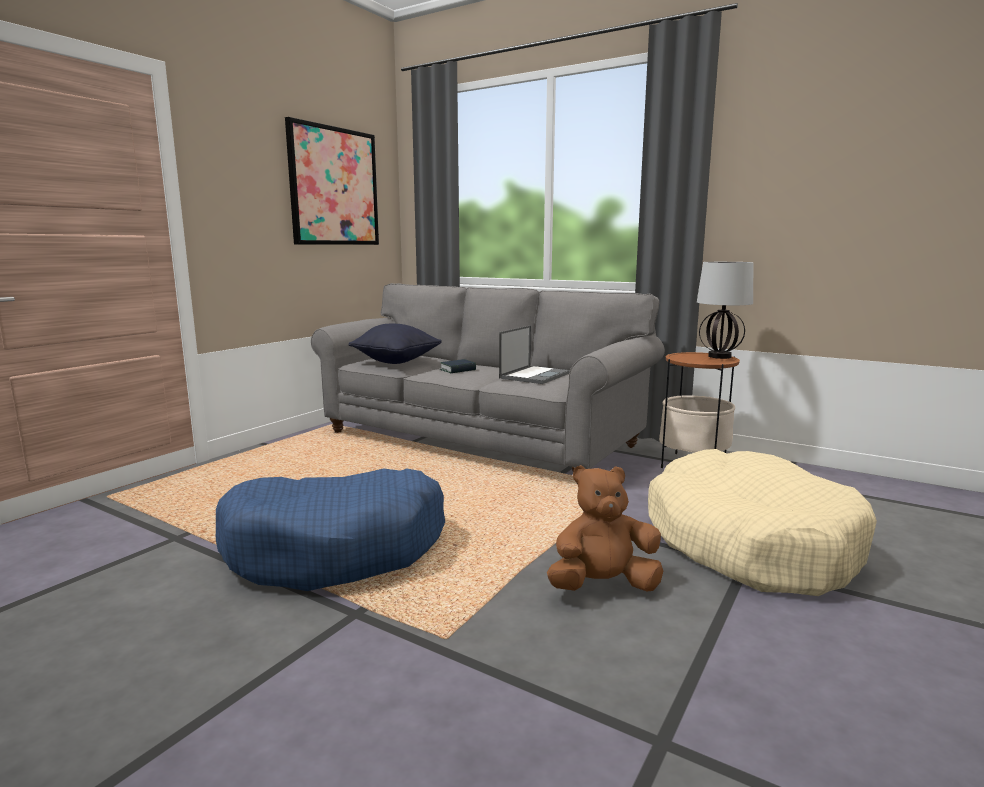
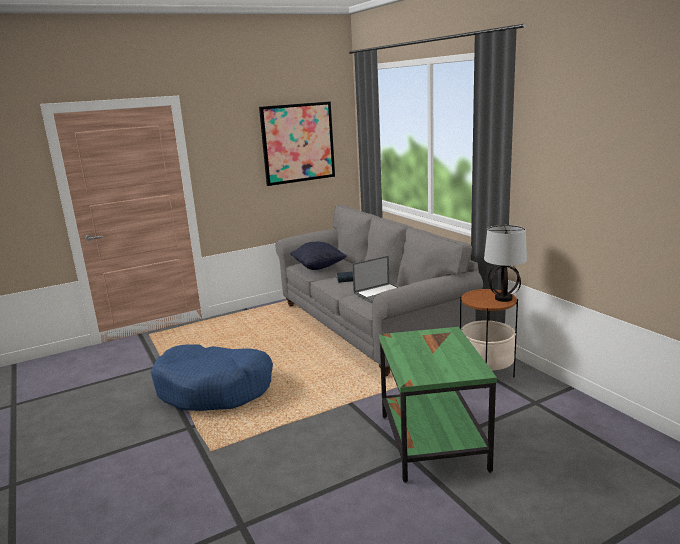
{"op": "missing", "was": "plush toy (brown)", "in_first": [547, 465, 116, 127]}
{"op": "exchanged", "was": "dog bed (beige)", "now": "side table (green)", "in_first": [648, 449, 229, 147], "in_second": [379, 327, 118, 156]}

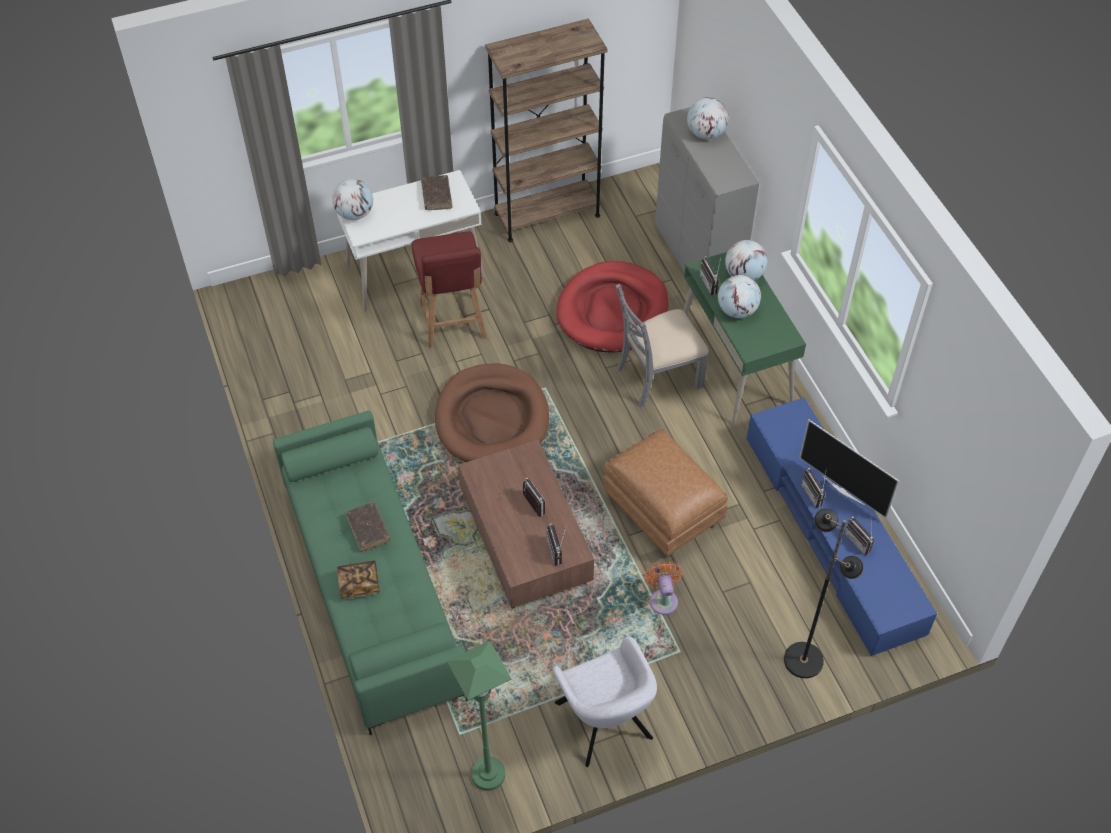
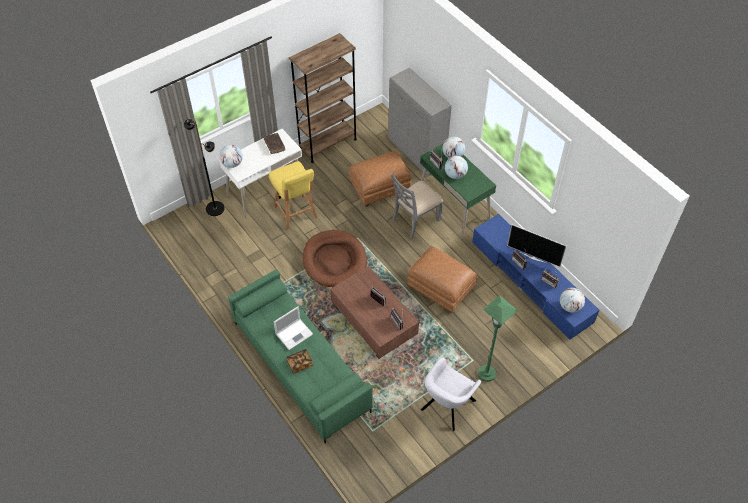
{"op": "exchanged", "was": "book (brown)", "now": "laptop", "in_first": [346, 502, 44, 50], "in_second": [274, 306, 39, 44]}
{"op": "colour", "was": "chair (red)", "now": "chair (yellow)", "in_first": [412, 232, 75, 116], "in_second": [269, 161, 48, 69]}
{"op": "relocated", "was": "floor lamp (green)", "in_first": [447, 641, 65, 150], "in_second": [478, 296, 40, 86]}
{"op": "spun", "was": "armchair (grey)", "in_first": [553, 636, 104, 131], "in_second": [421, 358, 60, 73], "clockwise": 75}
{"op": "exchanged", "was": "dog bed (red)", "now": "ottoman (brown)", "in_first": [556, 261, 113, 91], "in_second": [349, 151, 63, 56]}
{"op": "missing", "was": "fan (orange)", "in_first": [644, 561, 39, 54]}
{"op": "relocated", "was": "globe", "in_first": [687, 97, 42, 42], "in_second": [560, 288, 25, 25]}
{"op": "relocated", "was": "floor lamp (black)", "in_first": [784, 508, 80, 170], "in_second": [184, 119, 41, 97]}

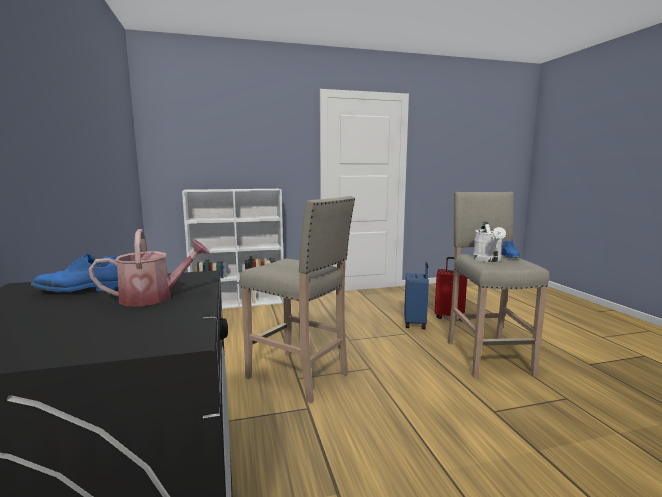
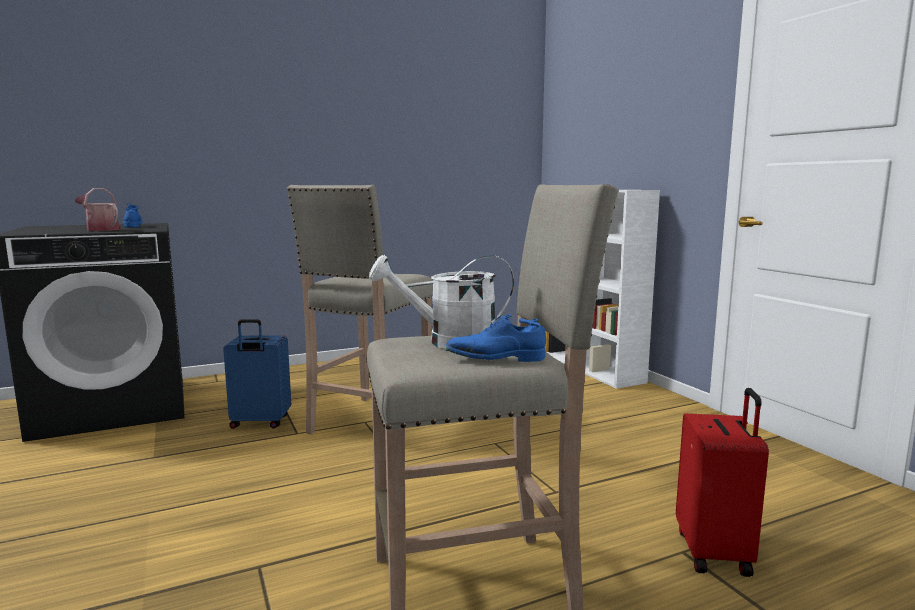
{"op": "spun", "was": "watering can", "in_first": [89, 229, 121, 77], "in_second": [75, 188, 45, 43], "clockwise": 150}
{"op": "relocated", "was": "suitcase (blue)", "in_first": [404, 262, 25, 67], "in_second": [223, 319, 68, 110]}

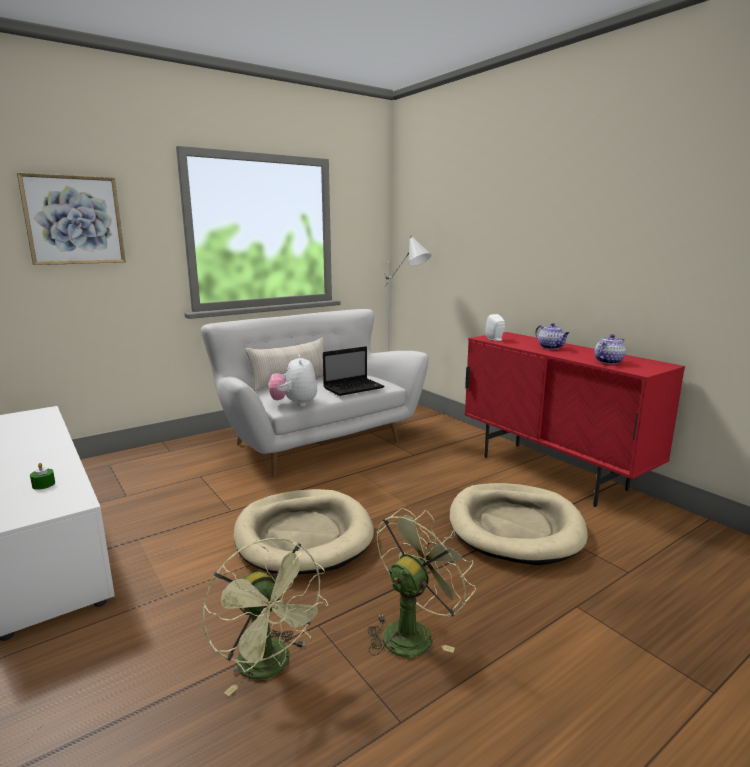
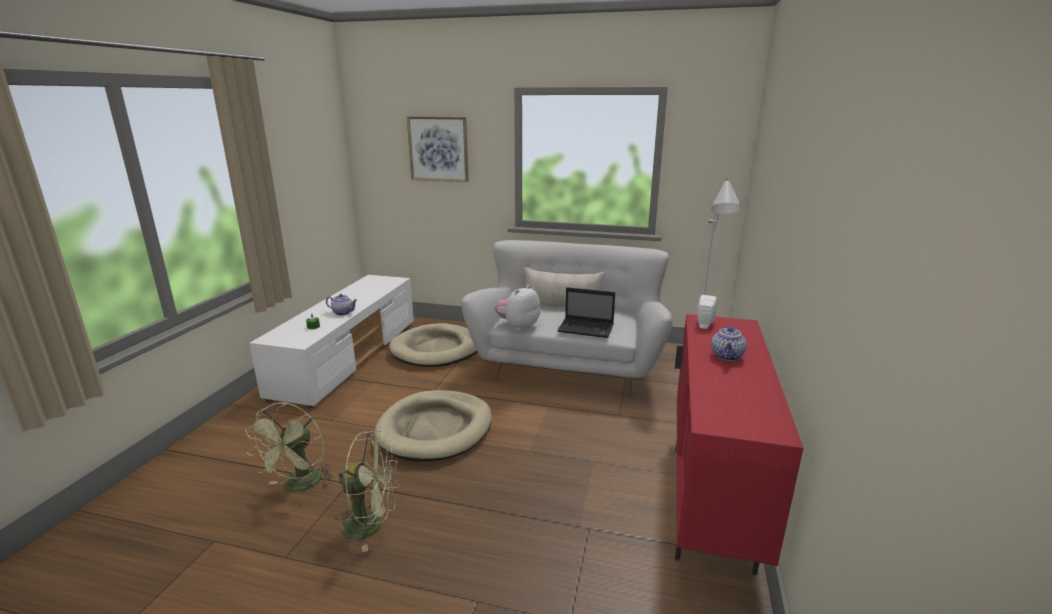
{"op": "relocated", "was": "dog bed (beige)", "in_first": [449, 483, 139, 82], "in_second": [389, 323, 88, 44]}
{"op": "relocated", "was": "teapot", "in_first": [594, 334, 32, 30], "in_second": [326, 294, 31, 21]}

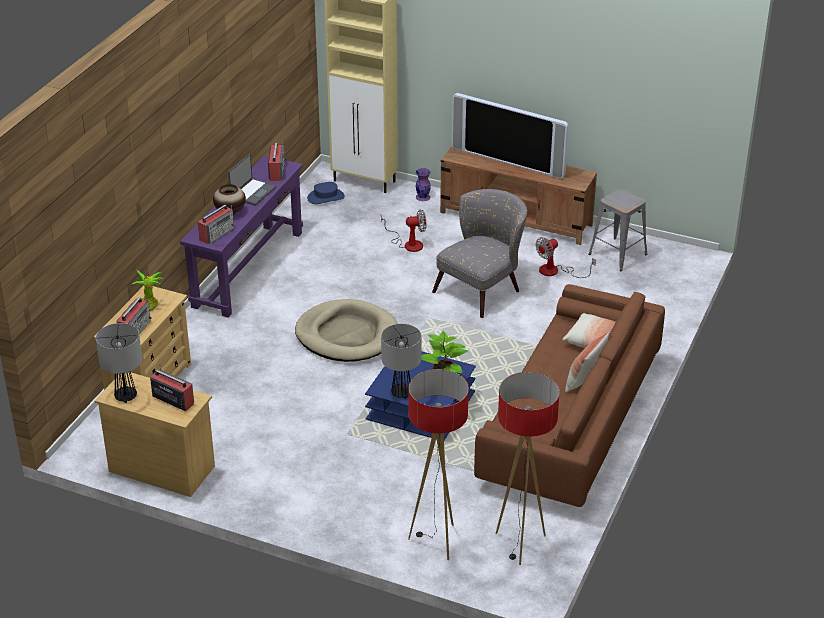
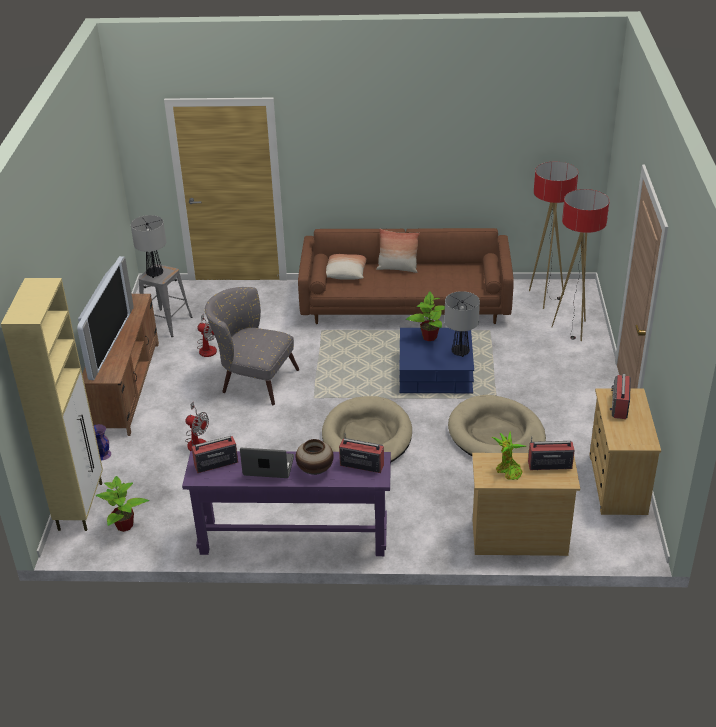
{"op": "relocated", "was": "table lamp", "in_first": [96, 323, 46, 80], "in_second": [131, 215, 35, 63]}
{"op": "exchanged", "was": "hat (blue)", "now": "potted plant", "in_first": [307, 182, 38, 22], "in_second": [96, 476, 53, 56]}
{"op": "spun", "was": "fan", "in_first": [381, 209, 45, 43], "in_second": [185, 401, 24, 50], "clockwise": 150}
{"op": "appeared", "now": "dog bed (beige)", "in_second": [448, 395, 98, 61]}

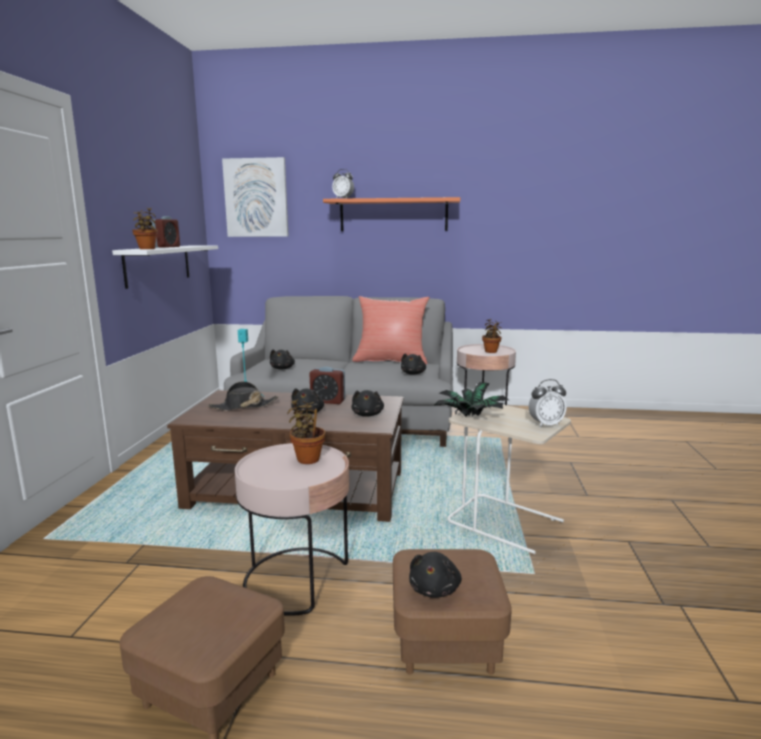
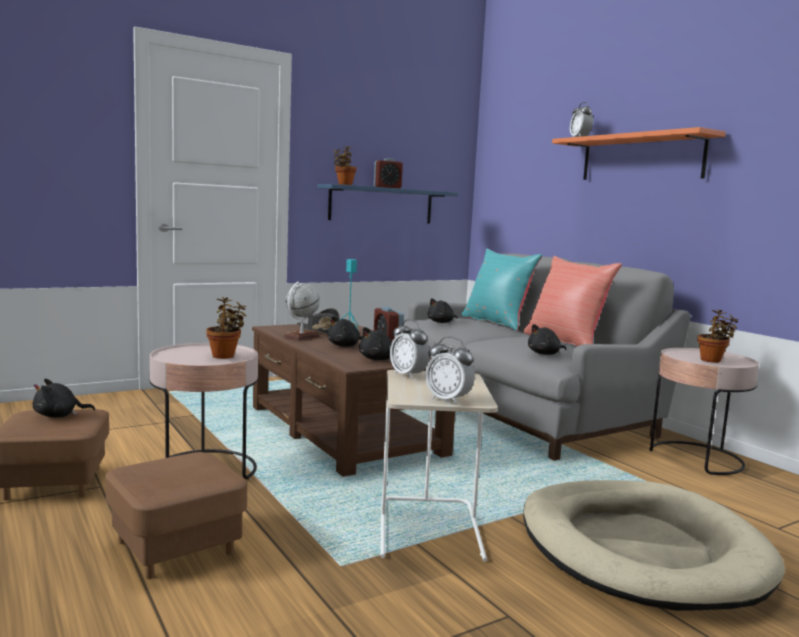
{"op": "colour", "was": "shelf (white)", "now": "shelf (blue)", "in_first": [112, 245, 106, 44], "in_second": [317, 184, 141, 40]}
{"op": "missing", "was": "picture", "in_first": [222, 157, 66, 80]}
{"op": "relocated", "was": "plush toy (black)", "in_first": [409, 552, 53, 46], "in_second": [33, 379, 62, 39]}
{"op": "exchanged", "was": "potted plant", "now": "alarm clock", "in_first": [434, 382, 75, 35], "in_second": [390, 319, 40, 60]}
{"op": "appeared", "now": "globe", "in_second": [283, 282, 37, 59]}
{"op": "appeared", "now": "pillow (turquoise)", "in_second": [461, 249, 82, 82]}
{"op": "appeared", "now": "dog bed (beige)", "in_second": [523, 480, 262, 131]}

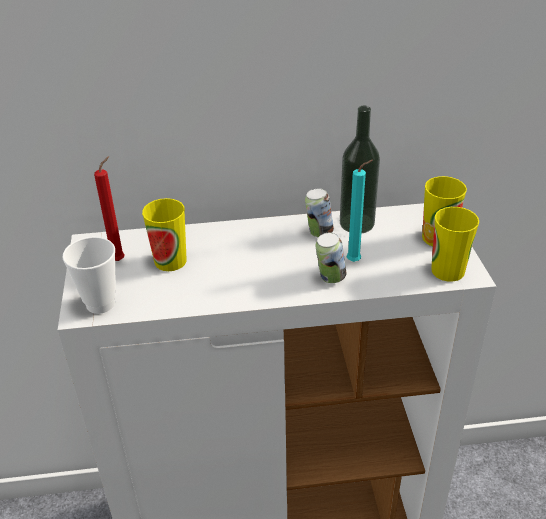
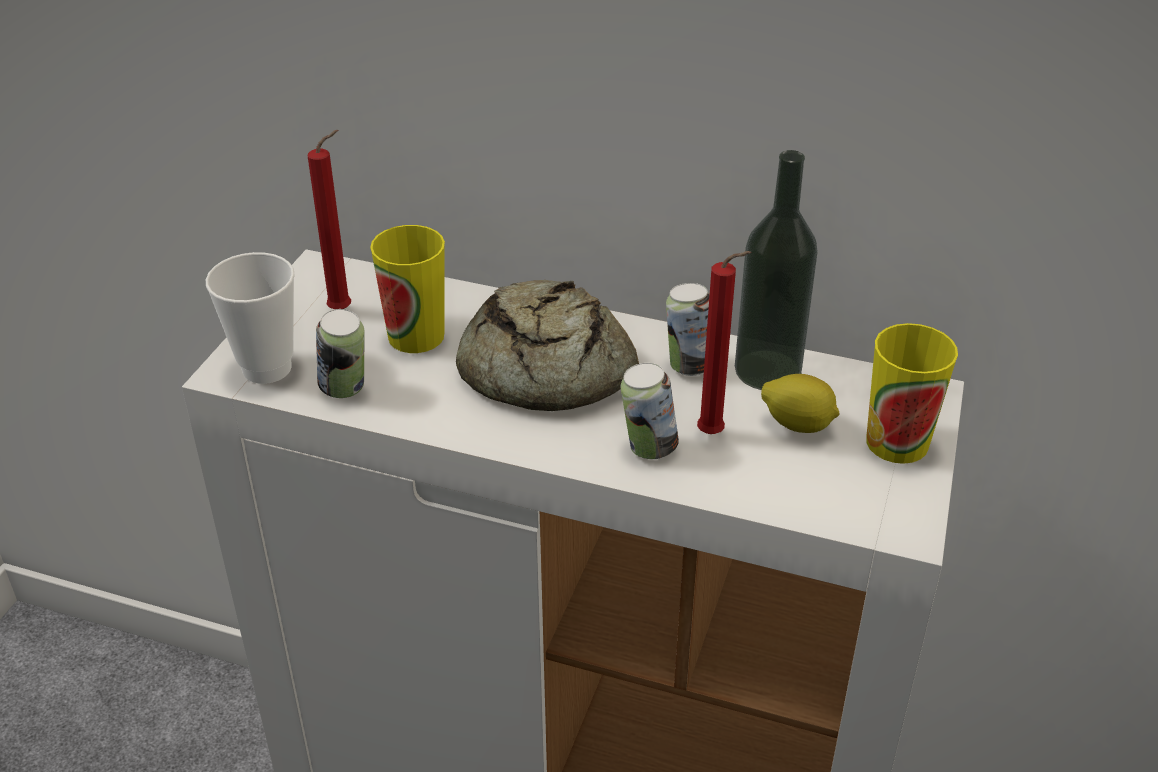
{"op": "colour", "was": "candle (turquoise)", "now": "candle (red)", "in_first": [347, 160, 26, 102], "in_second": [697, 251, 54, 183]}
{"op": "missing", "was": "cup", "in_first": [431, 207, 48, 75]}
{"op": "appeared", "now": "can", "in_second": [316, 309, 48, 89]}
{"op": "appeared", "now": "bread", "in_second": [456, 280, 183, 131]}
{"op": "appeared", "now": "lemon", "in_second": [761, 374, 79, 59]}

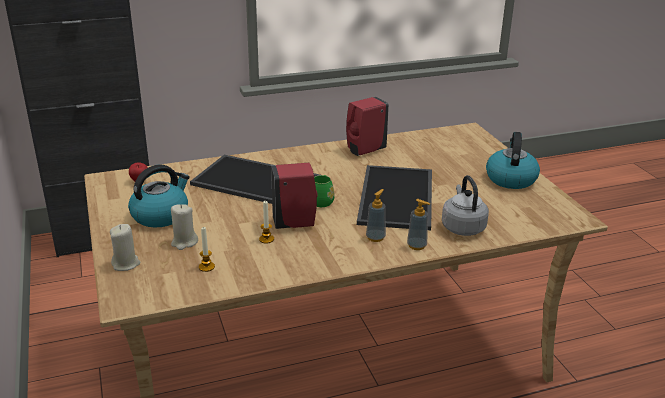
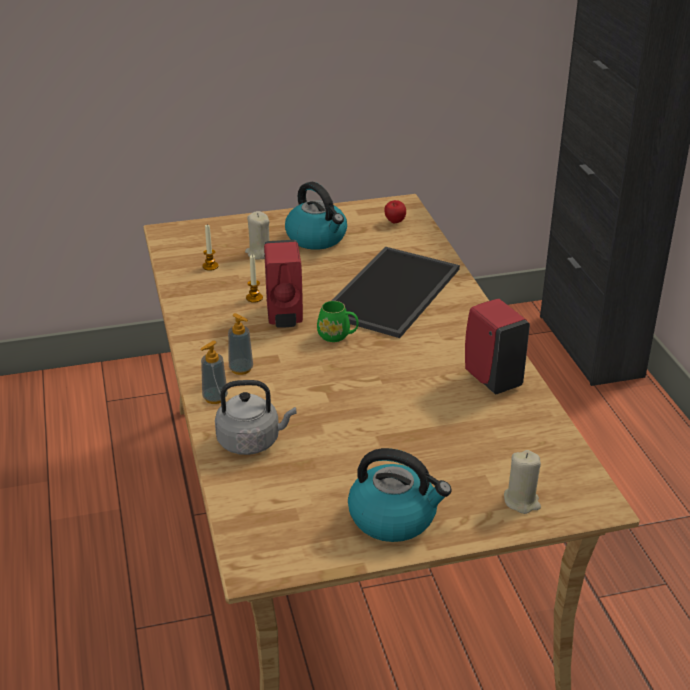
{"op": "relocated", "was": "candle (beige)", "in_first": [110, 224, 30, 47], "in_second": [504, 450, 37, 64]}
{"op": "missing", "was": "tray", "in_first": [357, 165, 75, 65]}

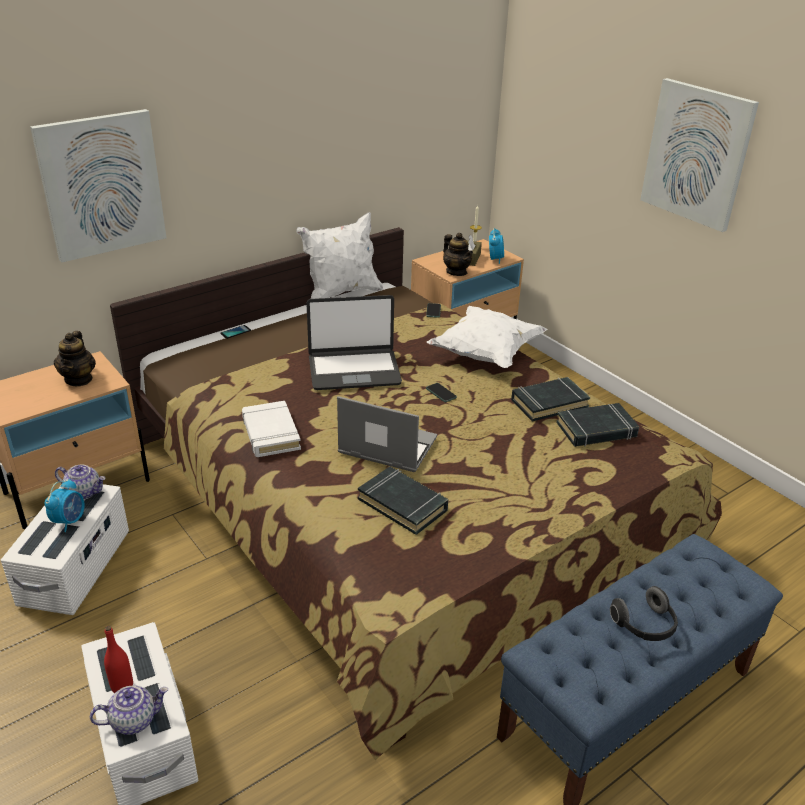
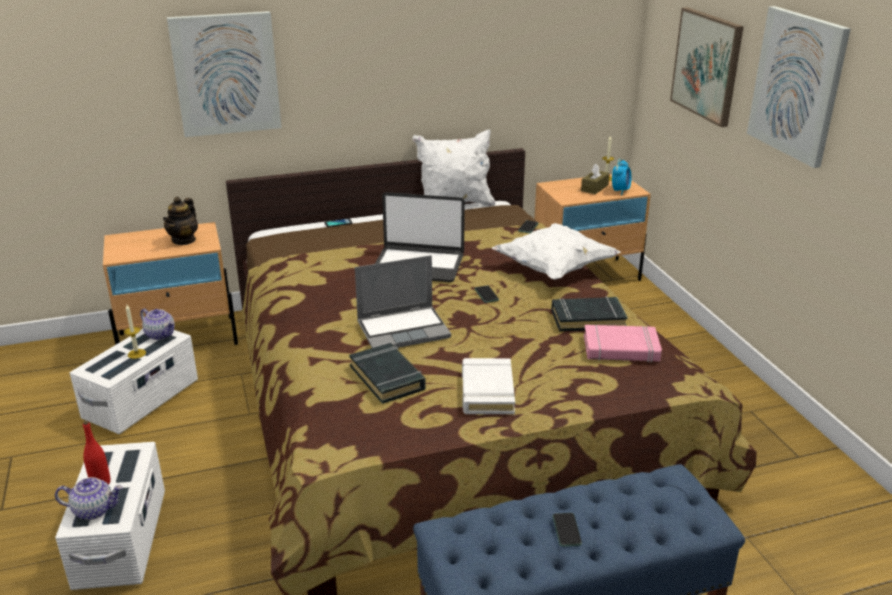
{"op": "exchanged", "was": "alarm clock", "now": "candle", "in_first": [45, 479, 40, 53], "in_second": [124, 305, 22, 54]}
{"op": "relocated", "was": "book (white)", "in_first": [242, 401, 59, 56], "in_second": [462, 358, 53, 56]}
{"op": "spun", "was": "laptop", "in_first": [337, 396, 100, 76], "in_second": [355, 255, 96, 93], "clockwise": 120}
{"op": "missing", "was": "teapot", "in_first": [443, 233, 30, 43]}
{"op": "colour", "was": "book (black)", "now": "book (pink)", "in_first": [556, 403, 83, 44], "in_second": [584, 325, 78, 38]}
{"op": "exchanged", "was": "headphones", "now": "phone", "in_first": [610, 586, 68, 55], "in_second": [552, 513, 30, 34]}
{"op": "appeared", "now": "picture", "in_second": [670, 7, 74, 120]}

